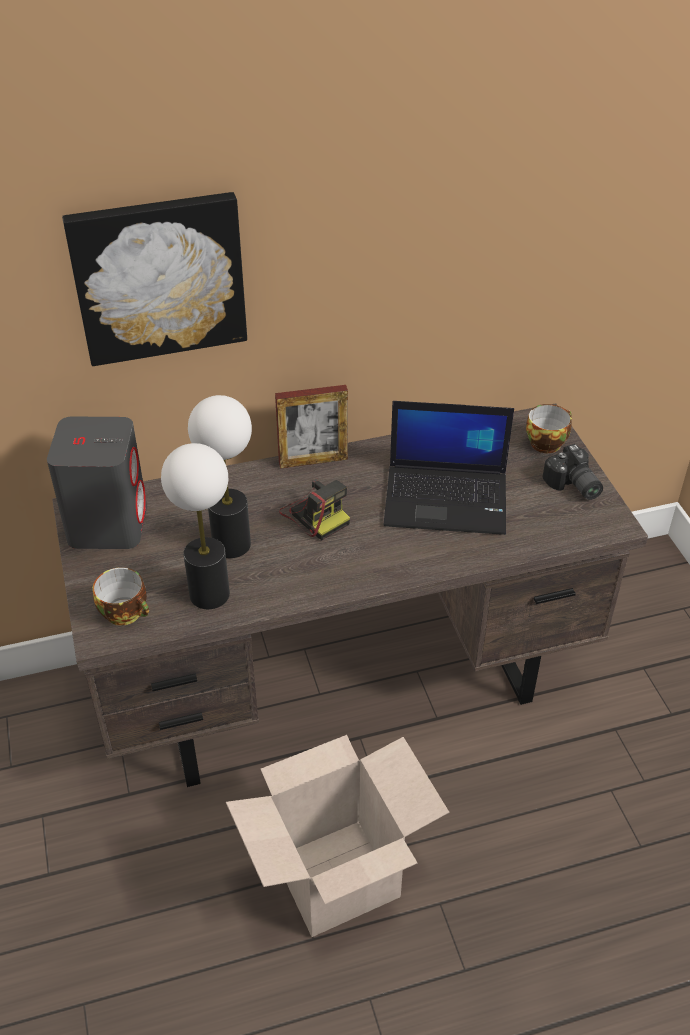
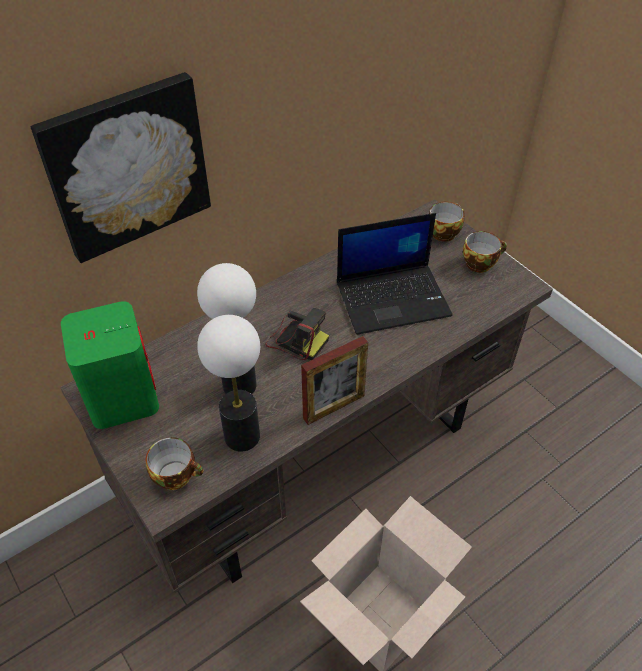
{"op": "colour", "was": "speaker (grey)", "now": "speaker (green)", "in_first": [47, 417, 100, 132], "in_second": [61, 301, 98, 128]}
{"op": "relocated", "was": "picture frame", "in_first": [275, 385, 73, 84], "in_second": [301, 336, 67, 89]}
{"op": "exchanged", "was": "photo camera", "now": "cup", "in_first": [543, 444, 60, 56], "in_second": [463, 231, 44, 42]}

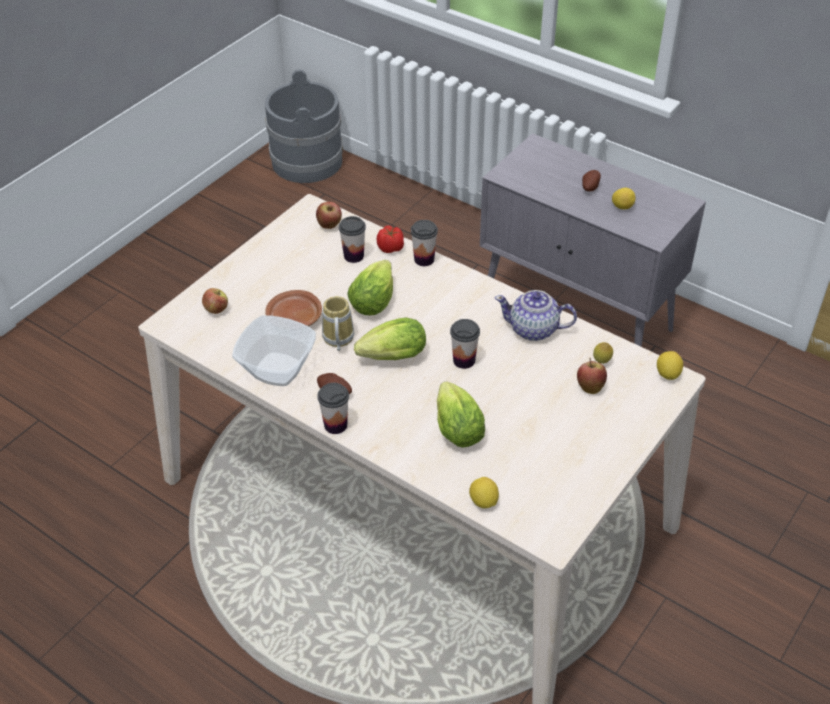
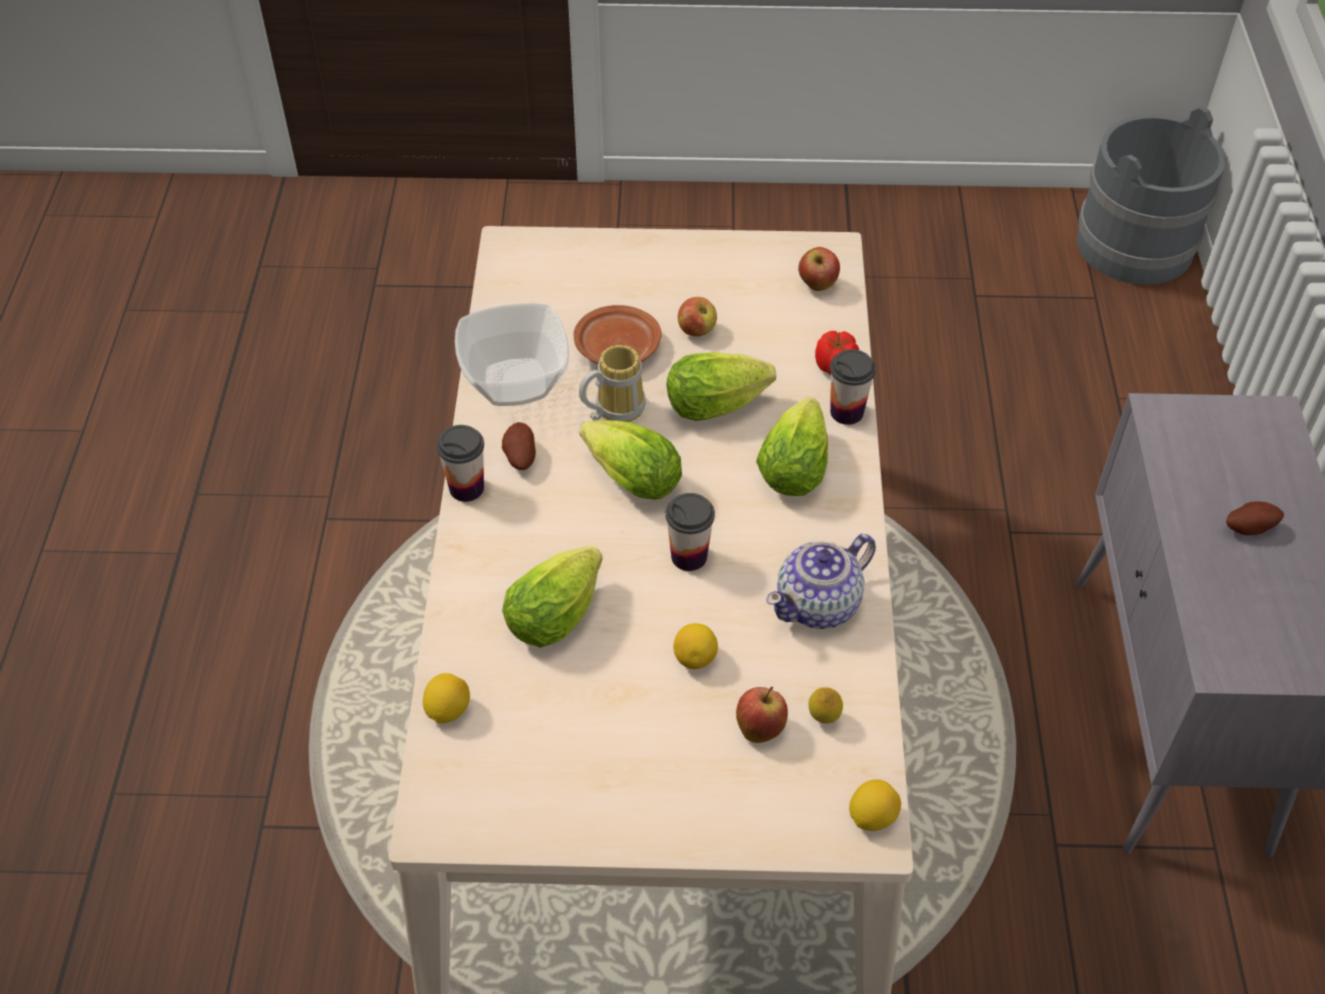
{"op": "relocated", "was": "apple", "in_first": [202, 288, 26, 26], "in_second": [678, 297, 39, 40]}
{"op": "missing", "was": "cup", "in_first": [339, 216, 27, 47]}
{"op": "spun", "was": "teapot", "in_first": [495, 290, 82, 51], "in_second": [766, 534, 110, 95], "clockwise": -105}
{"op": "relocated", "was": "lemon", "in_first": [612, 188, 24, 21], "in_second": [673, 623, 45, 46]}
{"op": "appeared", "now": "lettuce", "in_second": [756, 398, 72, 98]}

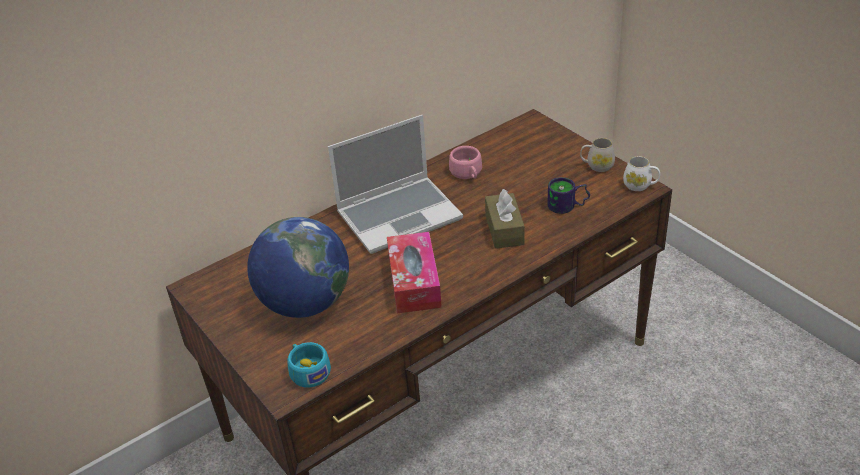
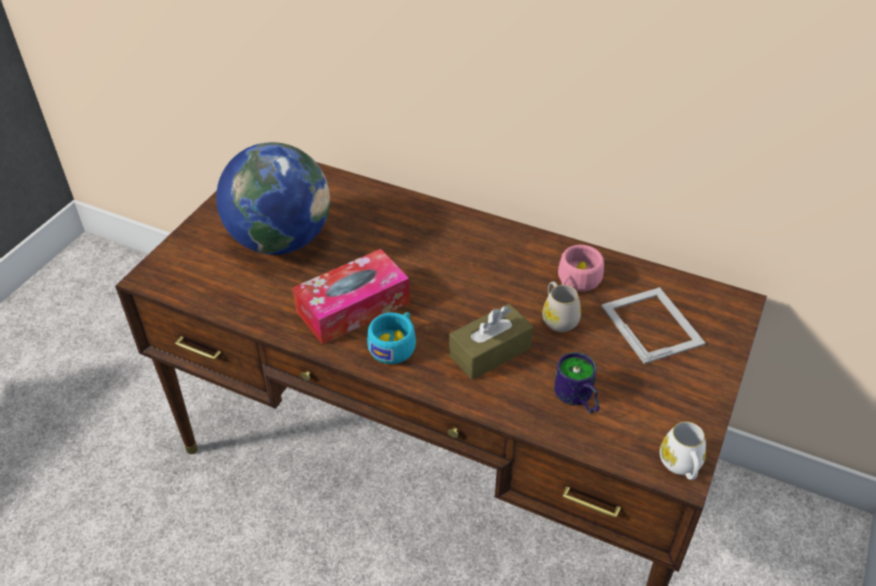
{"op": "relocated", "was": "cup (turquoise)", "in_first": [287, 342, 44, 45], "in_second": [367, 312, 49, 52]}
{"op": "missing", "was": "laptop", "in_first": [328, 115, 135, 139]}
{"op": "relocated", "was": "mug (white)", "in_first": [580, 138, 35, 34], "in_second": [543, 281, 38, 51]}
{"op": "appeared", "now": "picture frame", "in_second": [601, 287, 105, 77]}

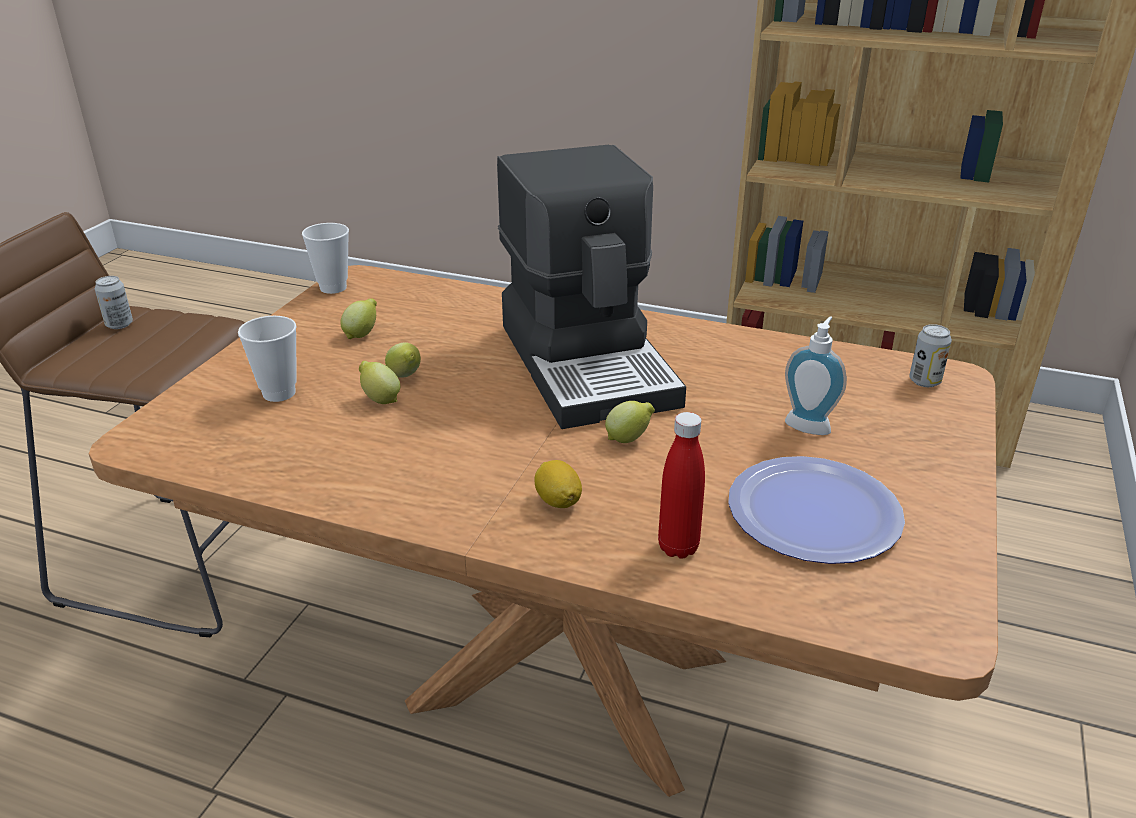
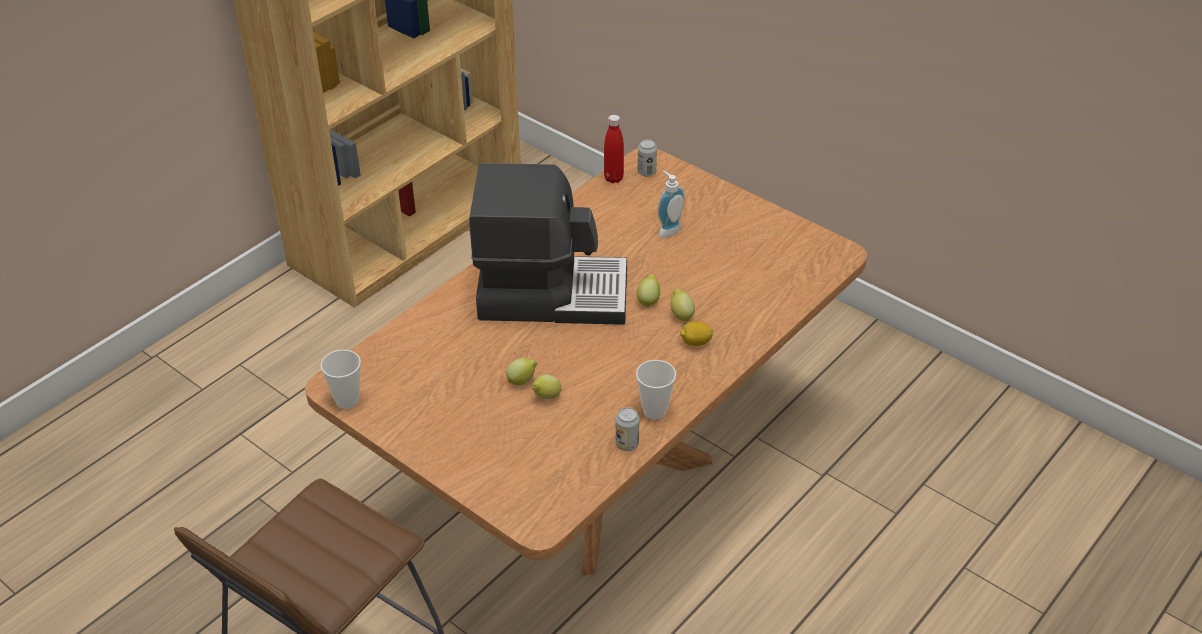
{"op": "relocated", "was": "can", "in_first": [95, 276, 38, 53], "in_second": [615, 407, 24, 44]}
{"op": "relocated", "was": "cup", "in_first": [238, 316, 59, 86], "in_second": [636, 360, 40, 60]}
{"op": "relocated", "was": "lemon", "in_first": [341, 298, 36, 41], "in_second": [670, 288, 25, 33]}
{"op": "relocated", "was": "bottle (red)", "in_first": [658, 412, 47, 147], "in_second": [604, 115, 20, 68]}
{"op": "missing", "was": "plate", "in_first": [728, 456, 177, 108]}

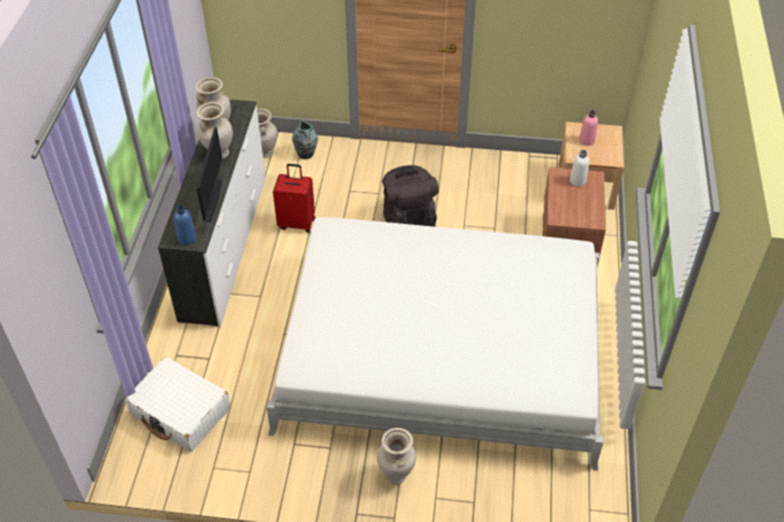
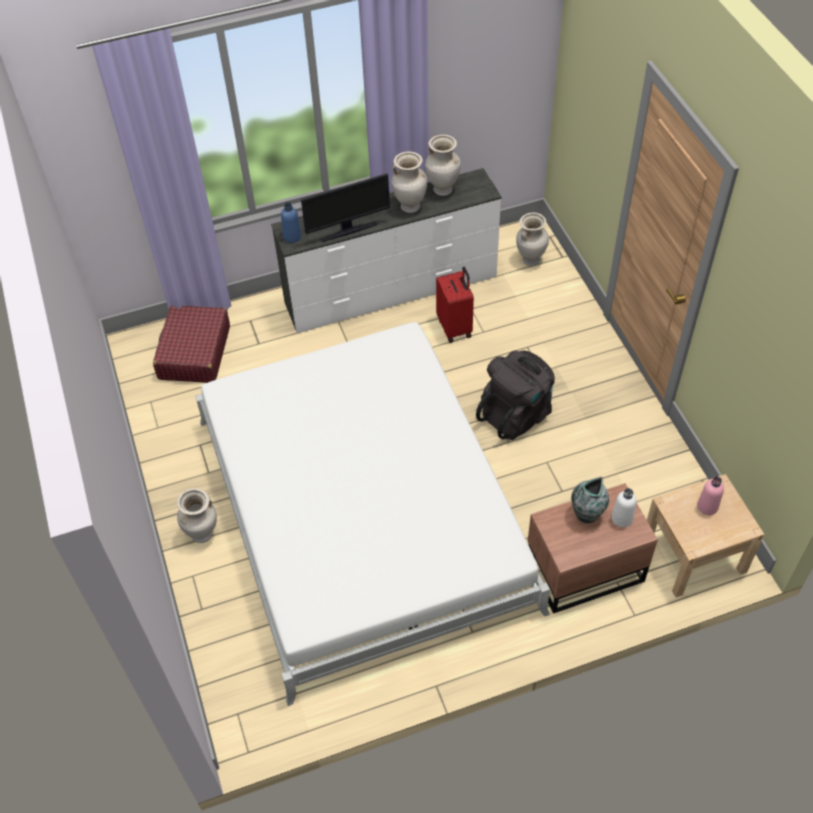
{"op": "colour", "was": "suitcase (white)", "now": "suitcase (red)", "in_first": [125, 357, 106, 95], "in_second": [153, 306, 77, 77]}
{"op": "relocated", "was": "vase", "in_first": [292, 120, 26, 39], "in_second": [571, 477, 38, 46]}

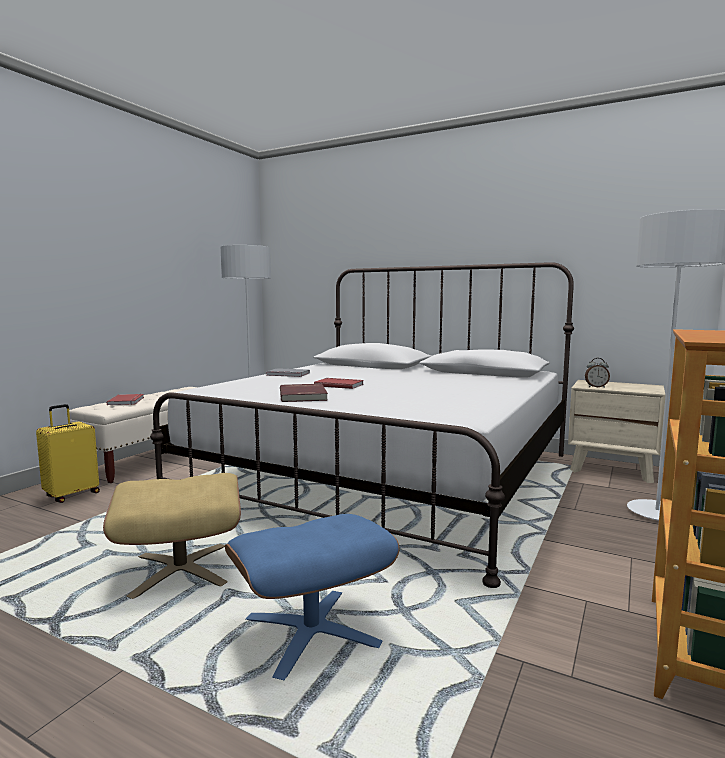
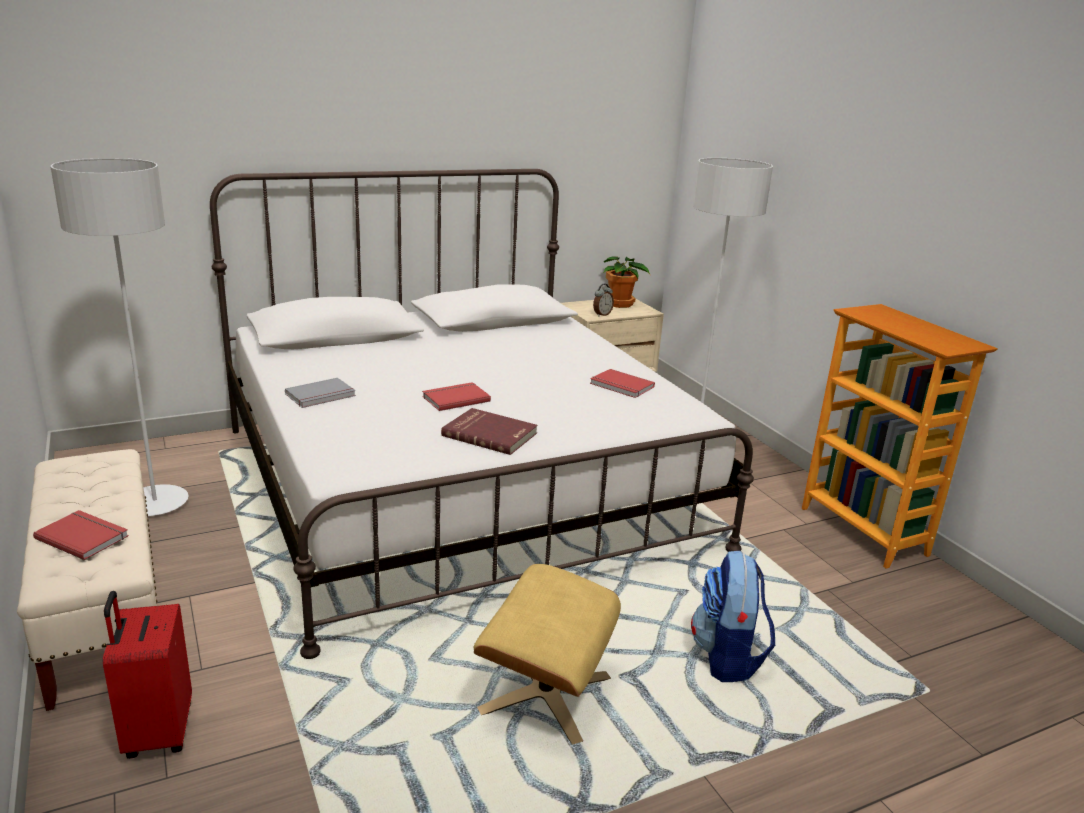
{"op": "colour", "was": "suitcase (yellow)", "now": "suitcase (red)", "in_first": [36, 404, 64, 99], "in_second": [103, 591, 89, 168]}
{"op": "exchanged", "was": "ottoman (blue)", "now": "backpack", "in_first": [225, 514, 175, 166], "in_second": [691, 550, 84, 132]}
{"op": "appeared", "now": "book (red)", "in_second": [590, 369, 65, 29]}
{"op": "appeared", "now": "potted plant", "in_second": [604, 256, 46, 52]}

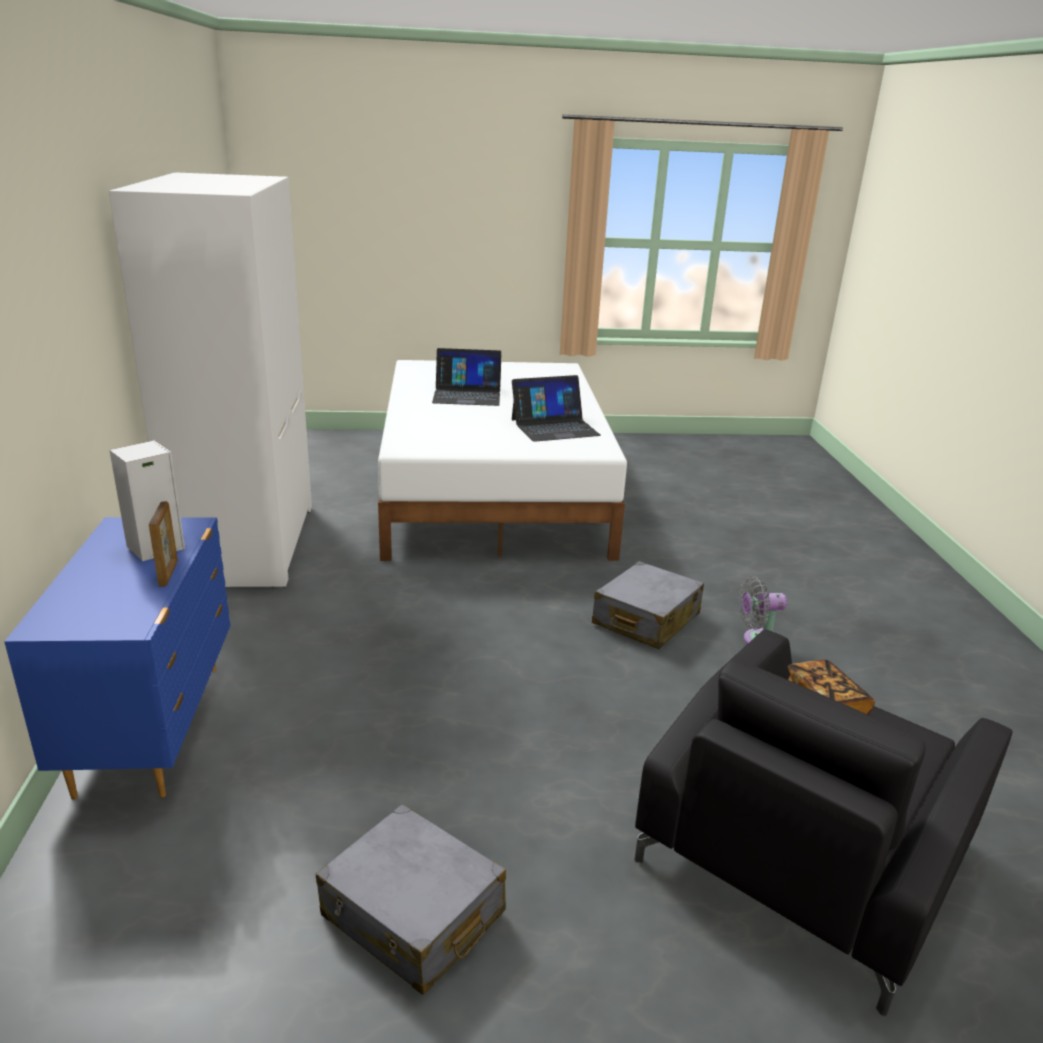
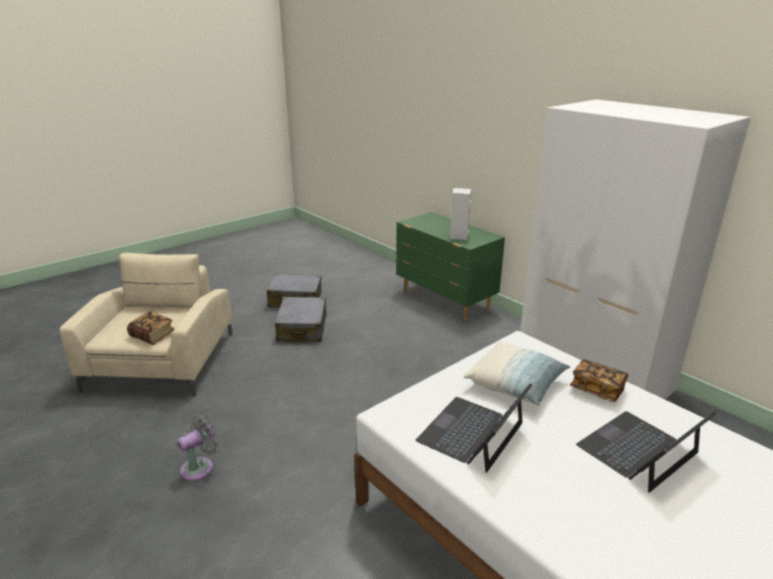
{"op": "colour", "was": "dresser (blue)", "now": "dresser (green)", "in_first": [4, 517, 227, 283], "in_second": [396, 212, 109, 109]}
{"op": "missing", "was": "picture frame", "in_first": [149, 501, 29, 86]}
{"op": "relocated", "was": "suitcase (grey)", "in_first": [592, 561, 112, 88], "in_second": [275, 297, 51, 45]}
{"op": "colour", "was": "armchair (black)", "now": "armchair (beige)", "in_first": [635, 629, 378, 387], "in_second": [60, 253, 173, 144]}
{"op": "appeared", "now": "pillow", "in_second": [464, 342, 106, 63]}
{"op": "appeared", "now": "book", "in_second": [570, 359, 58, 43]}

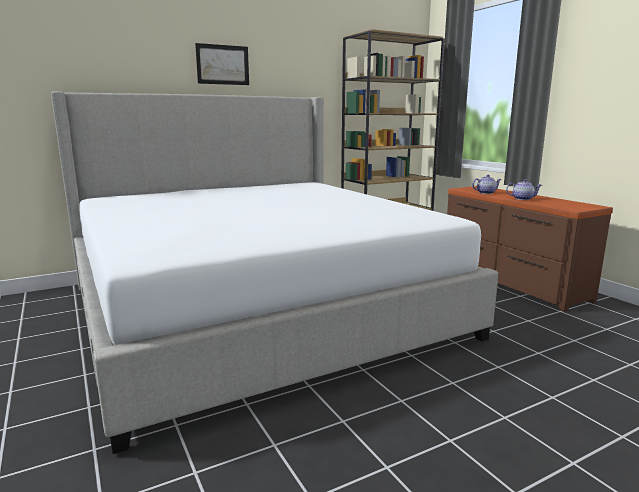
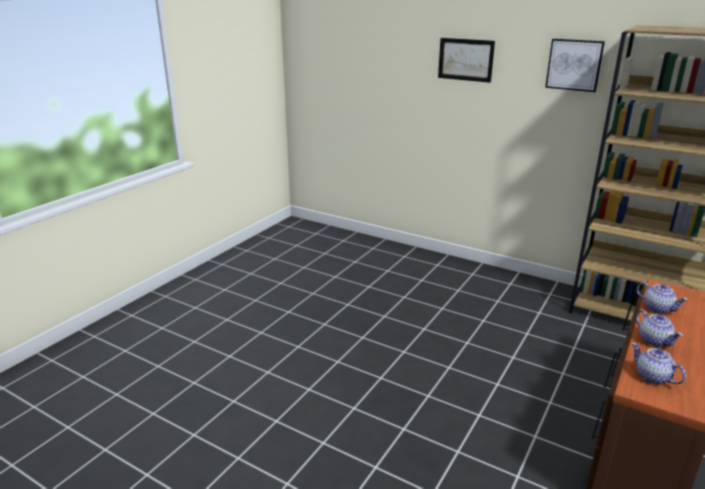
{"op": "missing", "was": "bed", "in_first": [51, 91, 448, 363]}
{"op": "appeared", "now": "picture", "in_second": [545, 39, 60, 53]}
{"op": "appeared", "now": "teapot", "in_second": [632, 343, 54, 42]}

